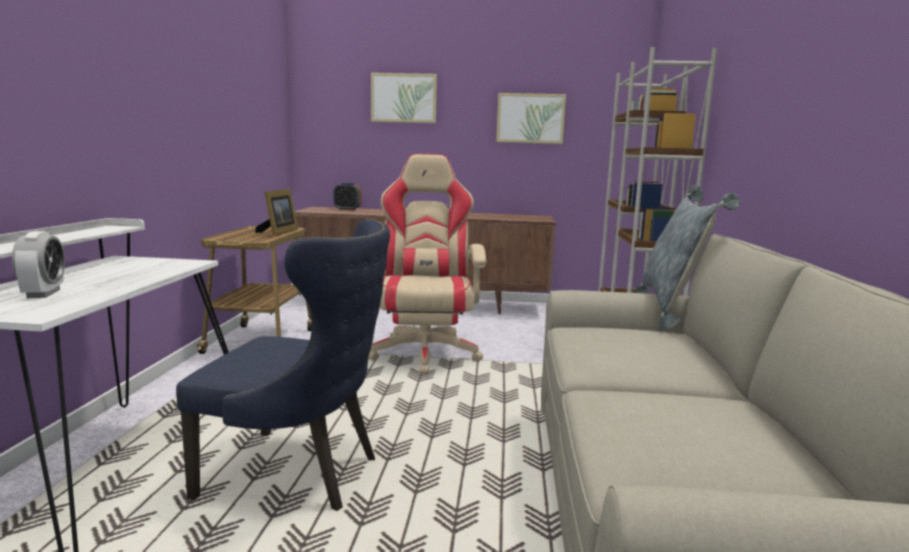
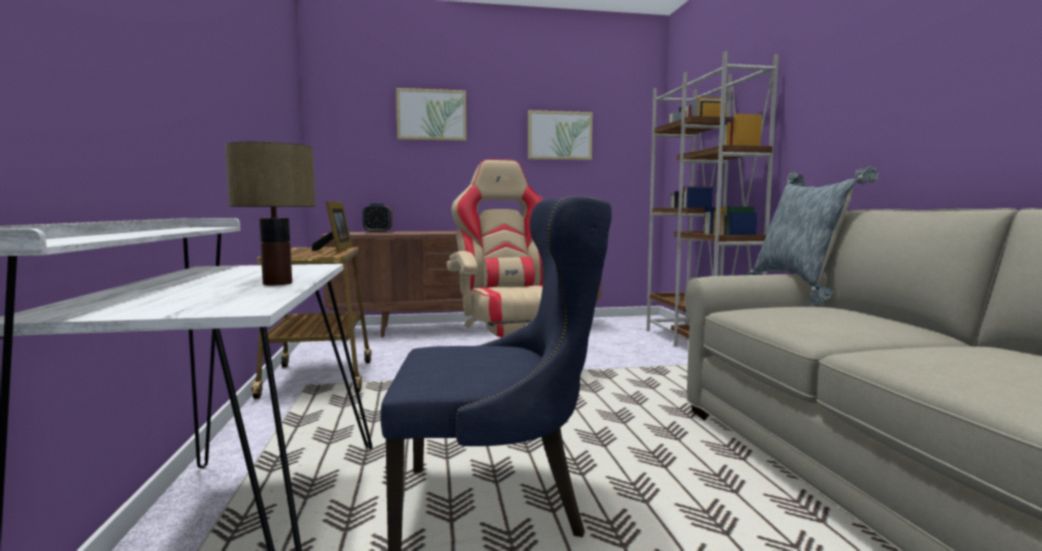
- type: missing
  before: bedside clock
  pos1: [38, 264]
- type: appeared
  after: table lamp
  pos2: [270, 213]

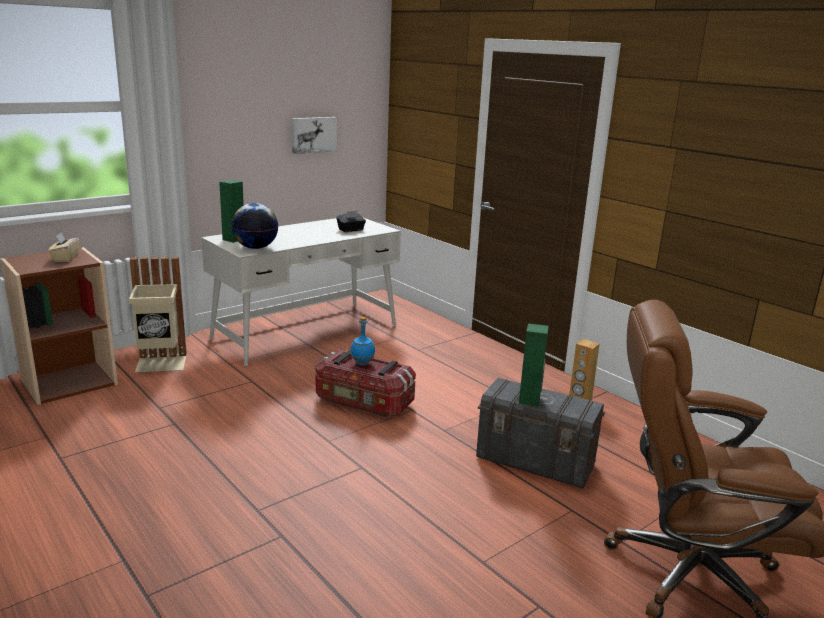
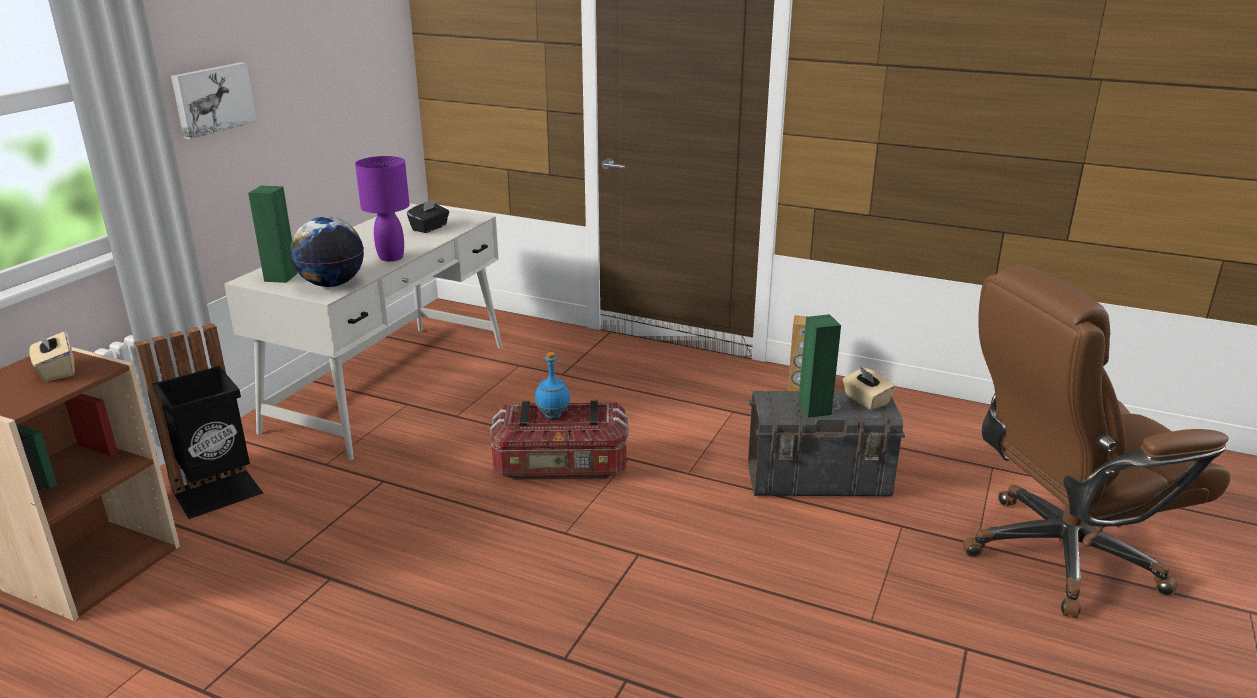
- type: appeared
  after: purplish table lamp
  pos2: [382, 208]
- type: appeared
  after: sand-coloured box of tissues
  pos2: [869, 388]
- type: relocated
  before: wall art
  pos1: [314, 135]
  pos2: [214, 100]
- type: colour
  before: sand-coloured waste bin
  after: blackish waste bin
  pos1: [158, 314]
  pos2: [199, 421]

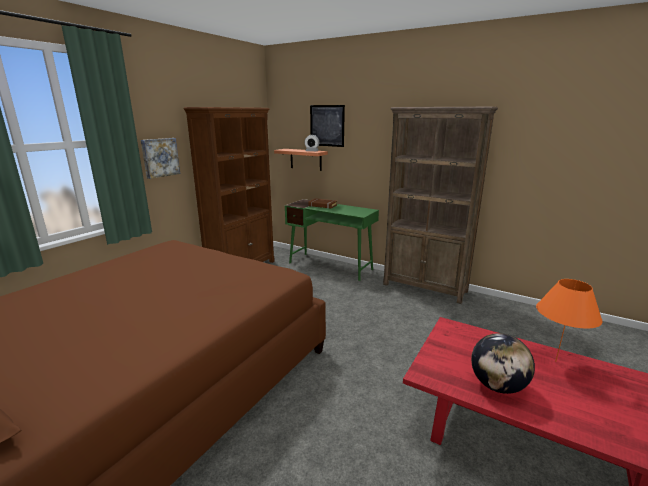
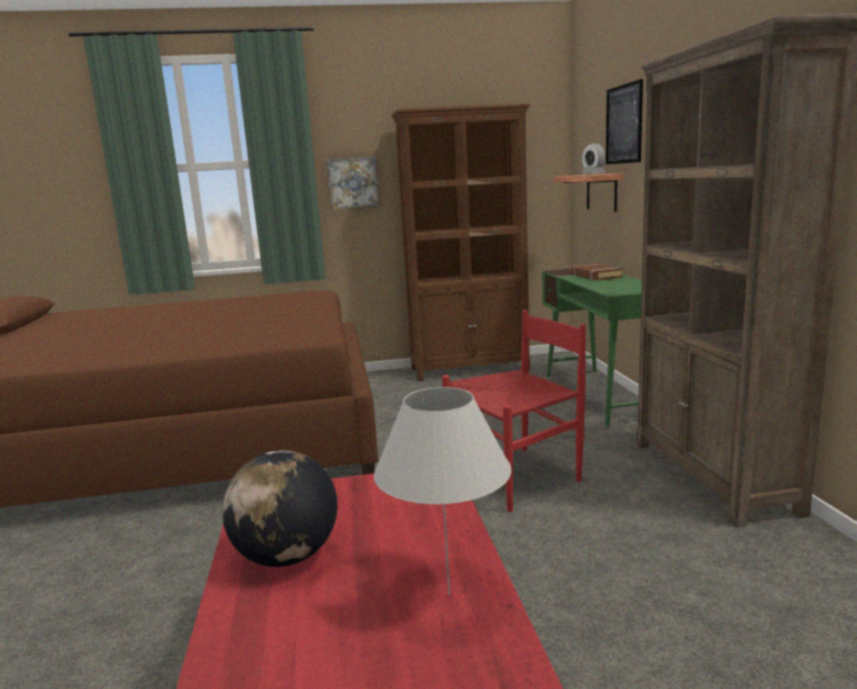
- type: appeared
  after: red plain chair
  pos2: [514, 411]
- type: colour
  before: orange-coloured table lamp
  after: white table lamp
  pos1: [569, 320]
  pos2: [443, 491]

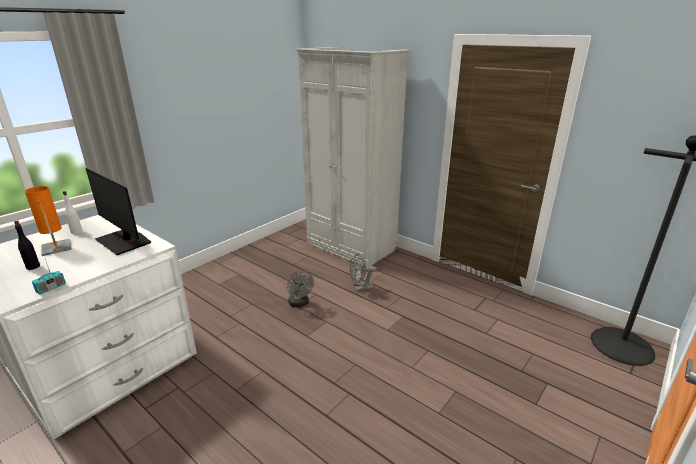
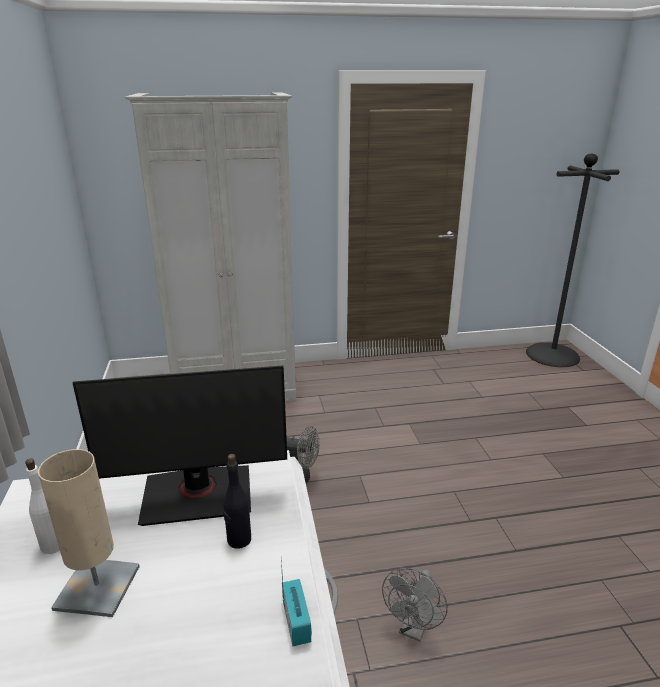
- type: relocated
  before: blackish bottle
  pos1: [27, 245]
  pos2: [237, 501]
- type: relocated
  before: grey fan
  pos1: [363, 272]
  pos2: [415, 605]
- type: colour
  before: orange-coloured table lamp
  after: sand-coloured table lamp
  pos1: [48, 221]
  pos2: [89, 533]

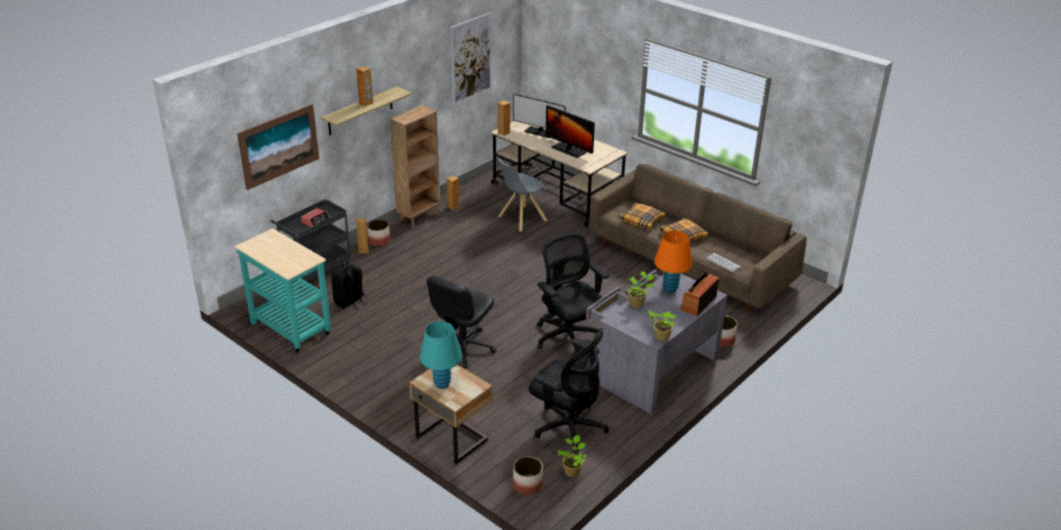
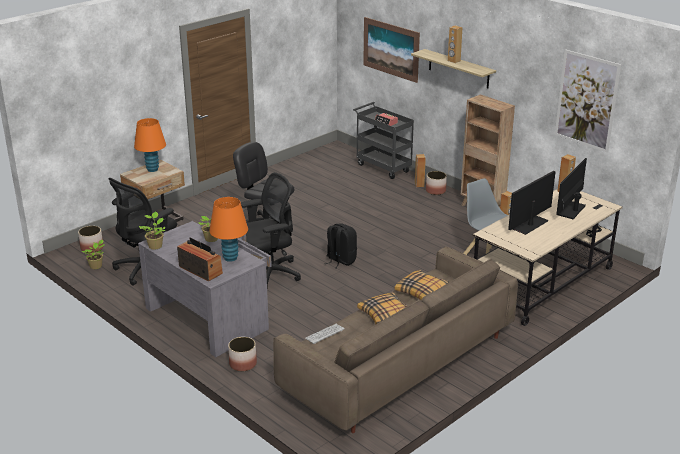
- type: missing
  before: blue-green wheeled cart
  pos1: [283, 290]
- type: relocated
  before: blackish backpack
  pos1: [349, 287]
  pos2: [341, 246]
- type: colour
  before: blue-green table lamp
  after: orange-coloured table lamp
  pos1: [441, 355]
  pos2: [150, 145]

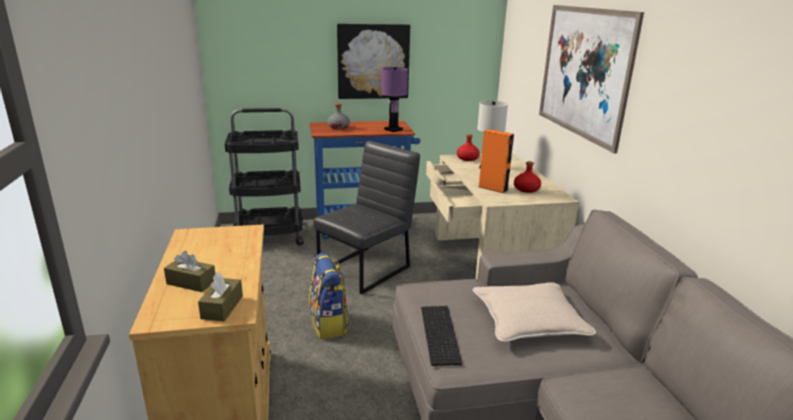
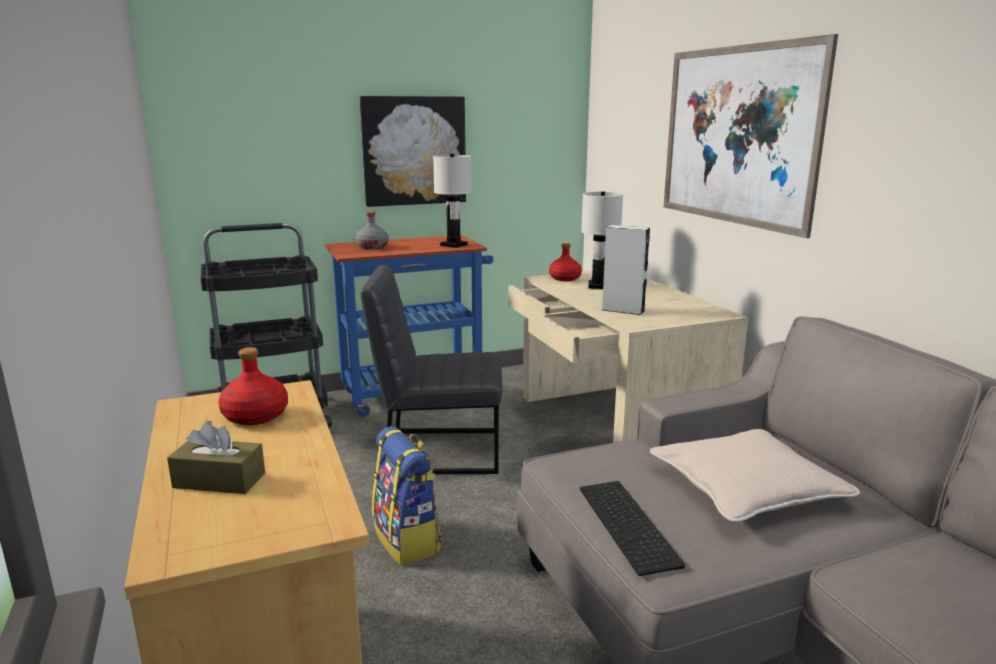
- type: missing
  before: brown-coloured box of tissues
  pos1: [220, 296]
- type: relocated
  before: red bottle
  pos1: [527, 177]
  pos2: [253, 386]
- type: colour
  before: purplish table lamp
  after: white table lamp
  pos1: [394, 99]
  pos2: [452, 201]
- type: colour
  before: orange-coloured audio speaker
  after: grey audio speaker
  pos1: [496, 161]
  pos2: [626, 270]
- type: spun
  before: grey plain chair
  pos1: [366, 217]
  pos2: [431, 369]
  turn: -120

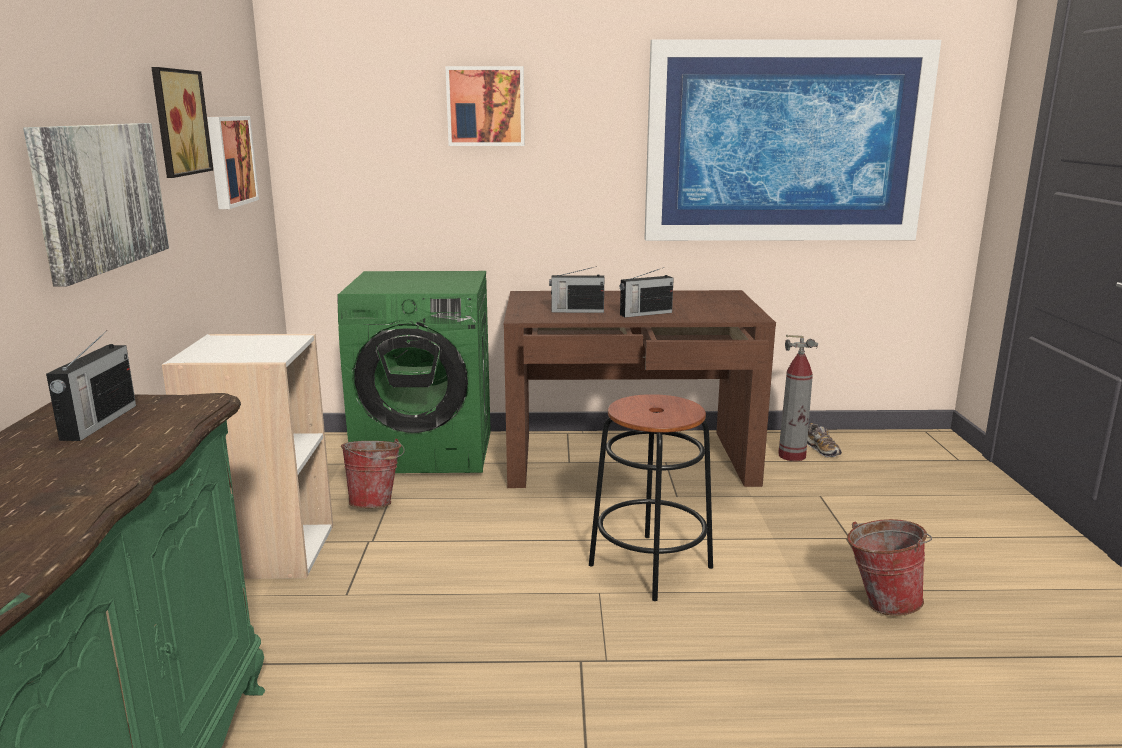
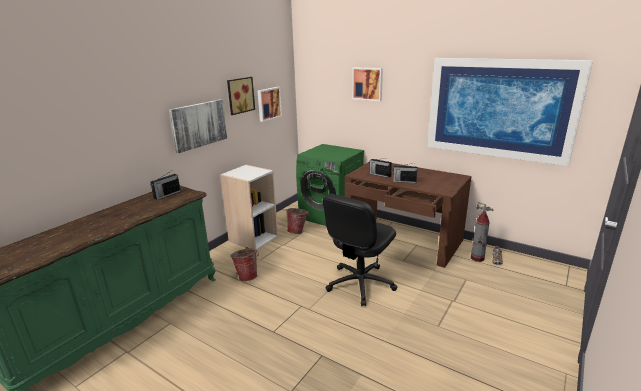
- type: relocated
  before: pail
  pos1: [889, 567]
  pos2: [245, 264]
- type: exchanged
  before: blackish stool
  after: blackish office chair
  pos1: [651, 497]
  pos2: [360, 250]

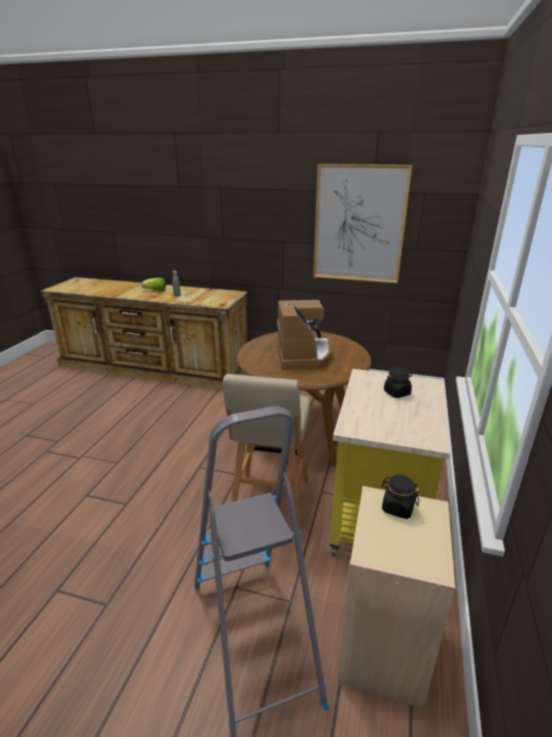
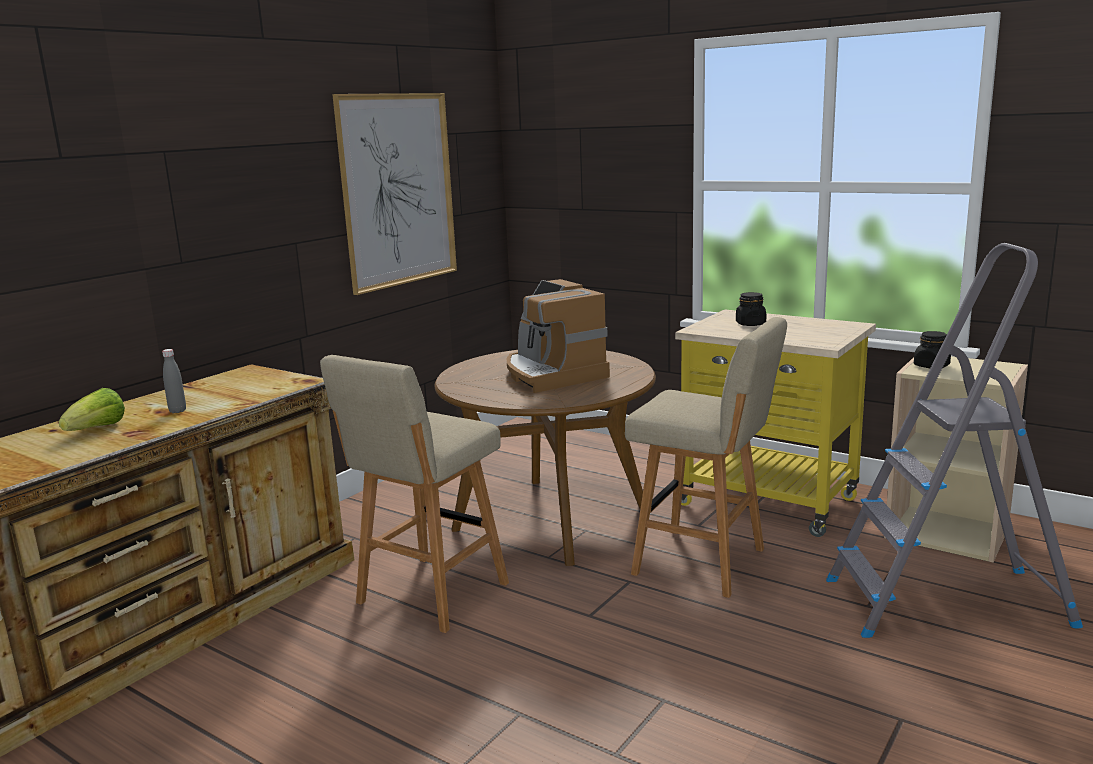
- type: appeared
  after: sand-coloured stool
  pos2: [414, 494]
- type: spun
  before: coffee maker
  pos1: [304, 335]
  pos2: [558, 336]
  turn: -135

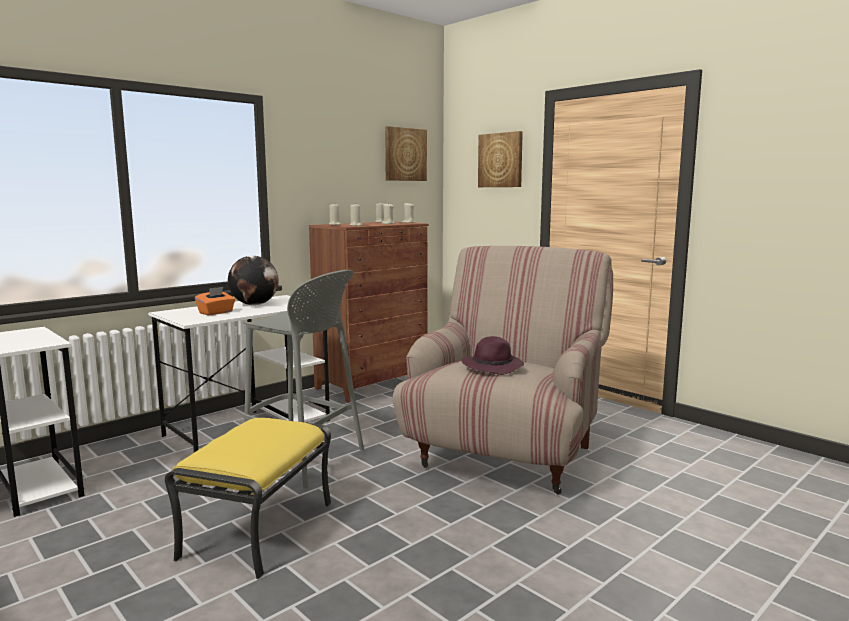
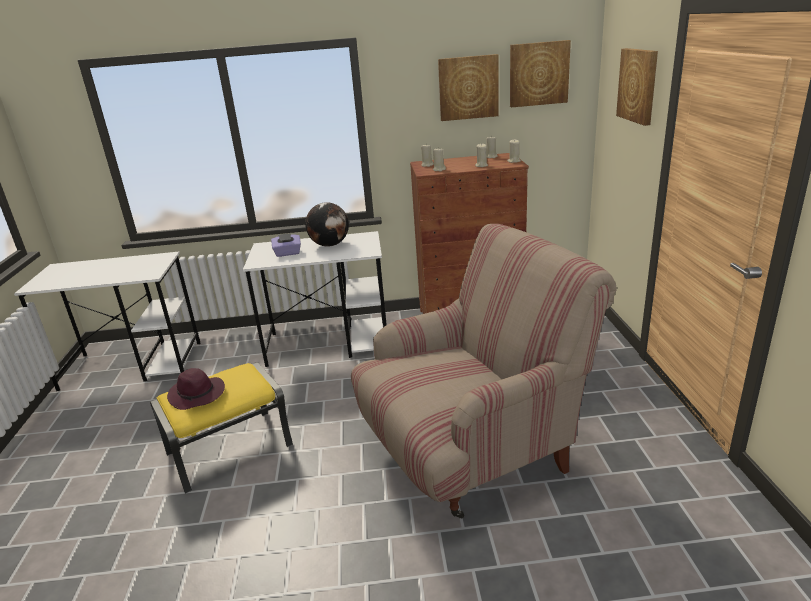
- type: missing
  before: grey stool
  pos1: [303, 379]
- type: appeared
  after: wall art
  pos2: [468, 87]
- type: relocated
  before: purplish wearable hat
  pos1: [493, 355]
  pos2: [196, 389]
- type: colour
  before: orange-coloured box of tissues
  after: purplish box of tissues
  pos1: [215, 301]
  pos2: [286, 245]

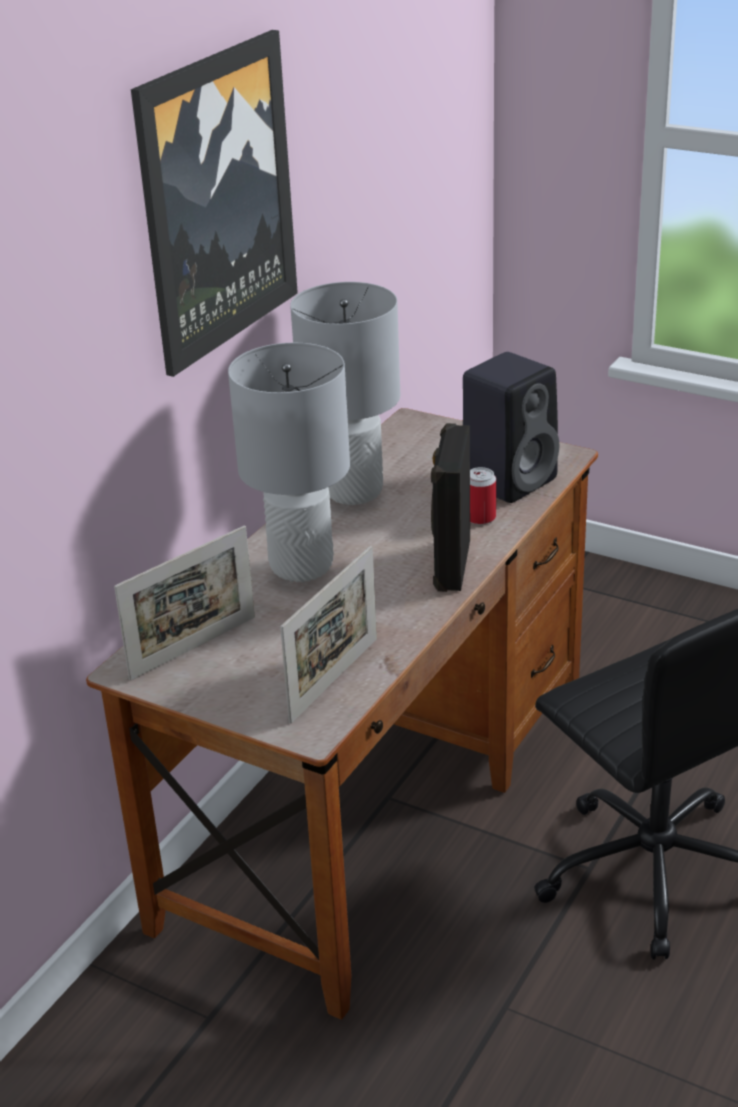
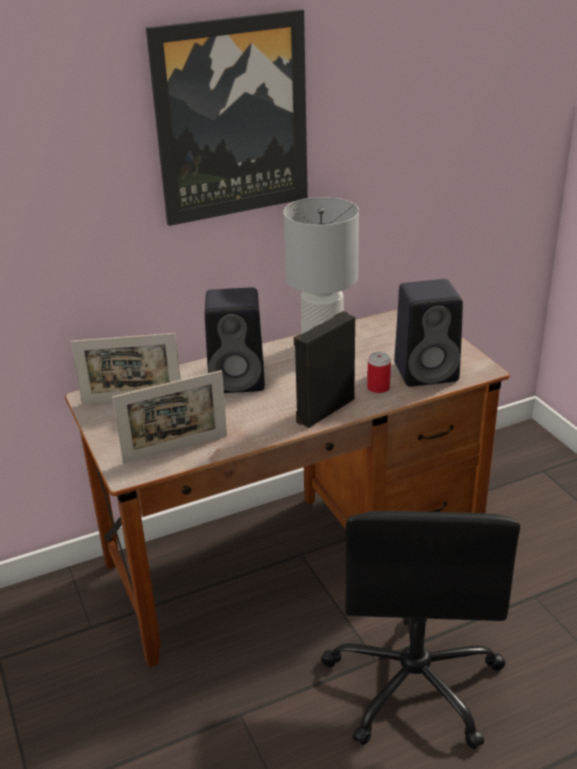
- type: exchanged
  before: grey table lamp
  after: blackish audio speaker
  pos1: [289, 462]
  pos2: [235, 340]

